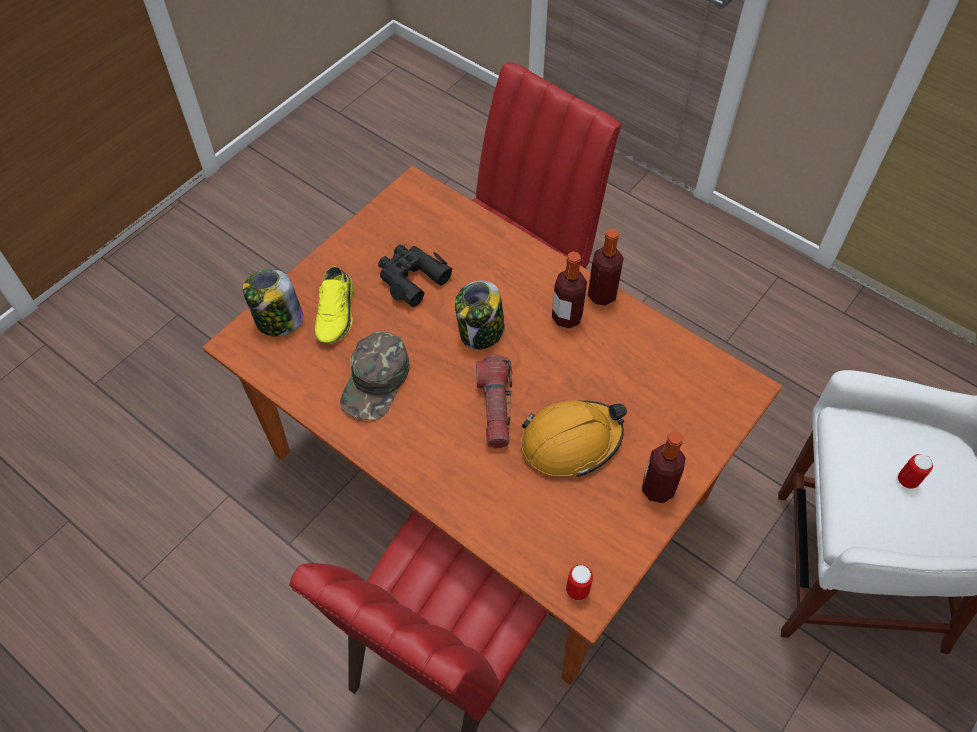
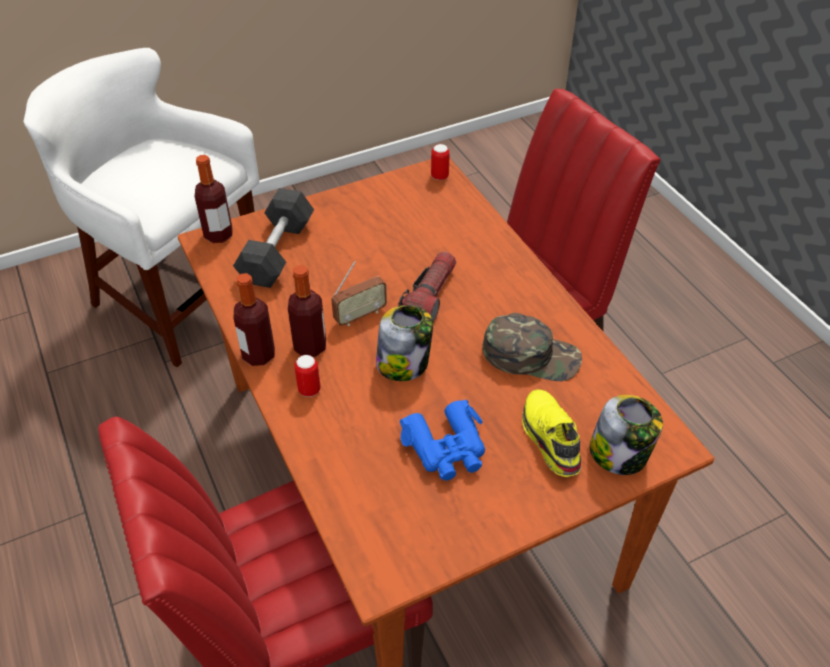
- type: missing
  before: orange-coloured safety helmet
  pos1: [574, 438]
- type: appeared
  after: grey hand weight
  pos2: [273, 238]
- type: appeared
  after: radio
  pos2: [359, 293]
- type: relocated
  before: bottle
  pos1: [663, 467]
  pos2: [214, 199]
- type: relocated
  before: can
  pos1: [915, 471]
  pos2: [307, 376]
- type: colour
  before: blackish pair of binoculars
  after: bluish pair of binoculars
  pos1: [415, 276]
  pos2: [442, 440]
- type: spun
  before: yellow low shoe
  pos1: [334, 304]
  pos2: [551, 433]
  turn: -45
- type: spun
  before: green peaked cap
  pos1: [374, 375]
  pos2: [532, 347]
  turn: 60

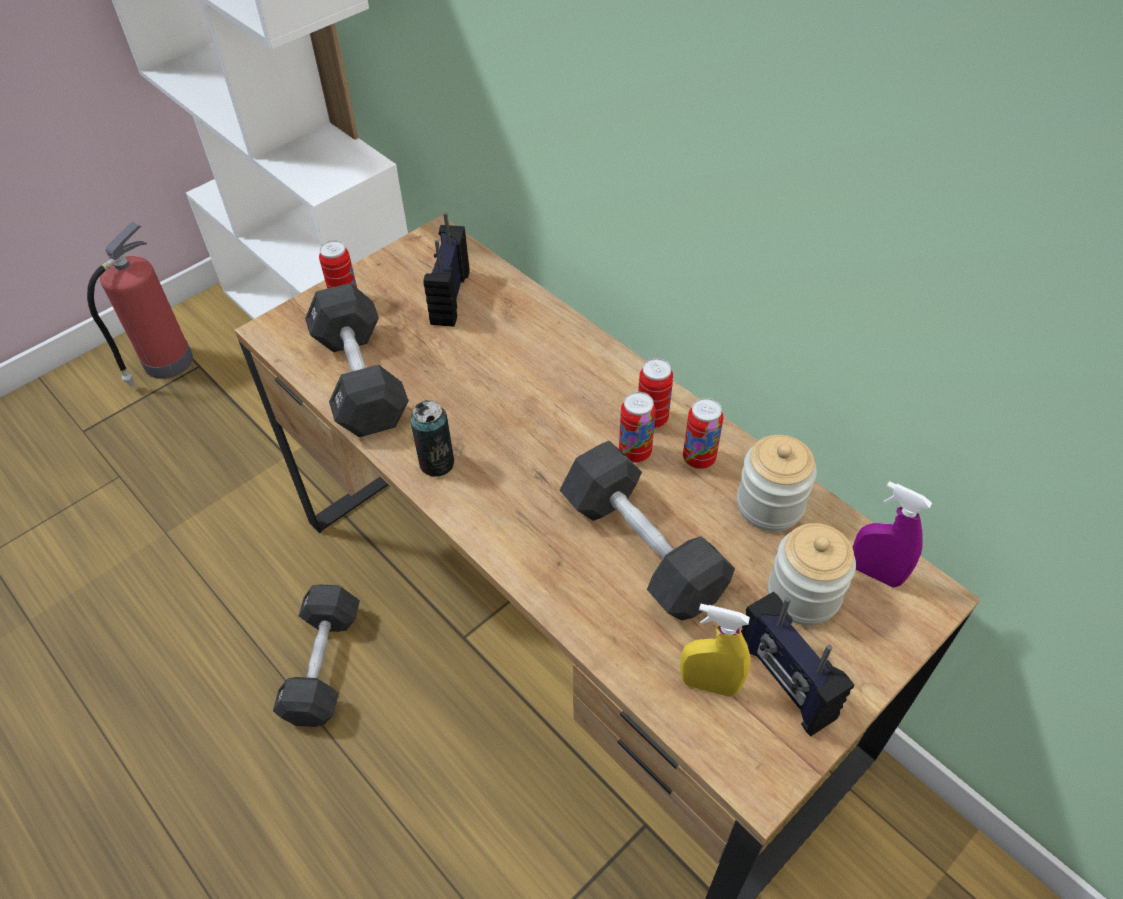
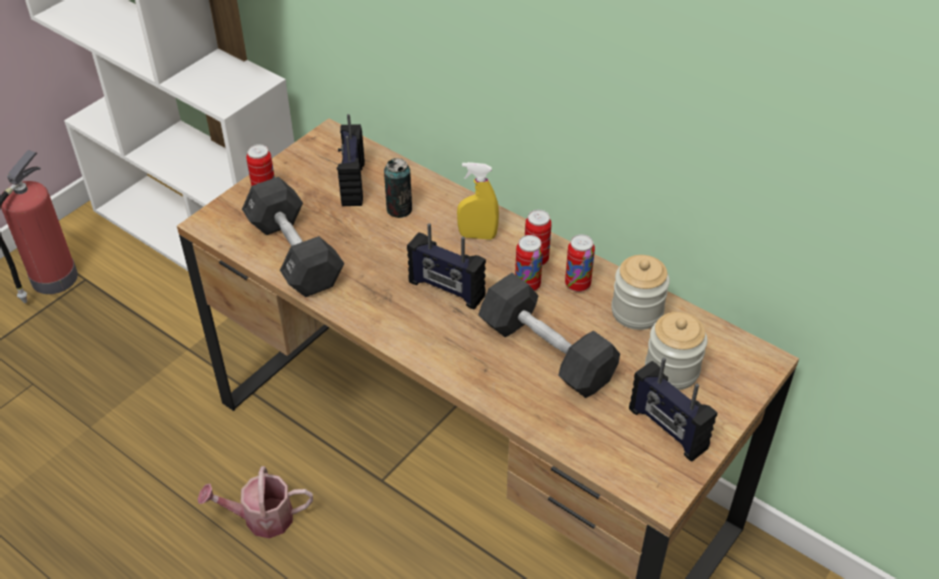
- type: missing
  before: purplish spray bottle
  pos1: [892, 534]
- type: appeared
  after: radio
  pos2: [446, 266]
- type: relocated
  before: can
  pos1: [432, 438]
  pos2: [398, 188]
- type: relocated
  before: yellow spray bottle
  pos1: [715, 650]
  pos2: [478, 201]
- type: exchanged
  before: blackish hand weight
  after: sprinkling can
  pos1: [316, 656]
  pos2: [255, 502]

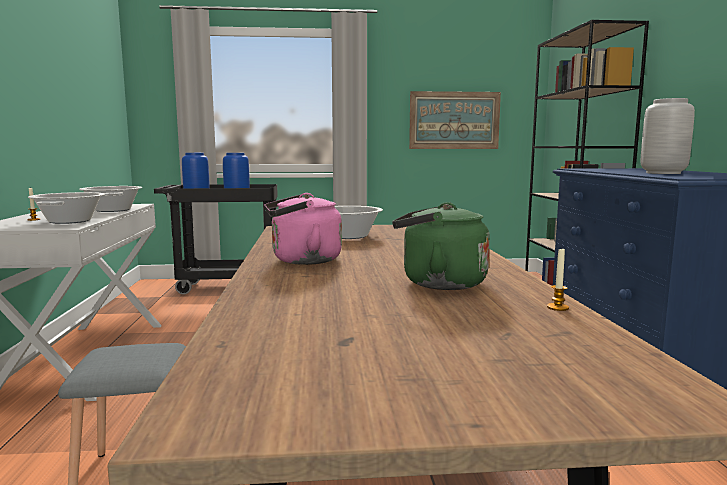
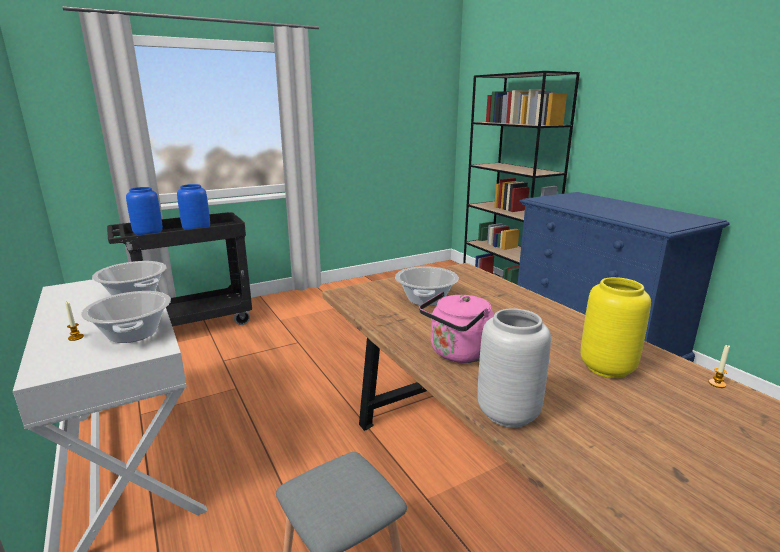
- type: missing
  before: wall art
  pos1: [455, 120]
- type: relocated
  before: grey decorative vase
  pos1: [668, 136]
  pos2: [514, 368]
- type: exchanged
  before: green tea kettle
  after: yellow decorative vase
  pos1: [441, 246]
  pos2: [615, 327]

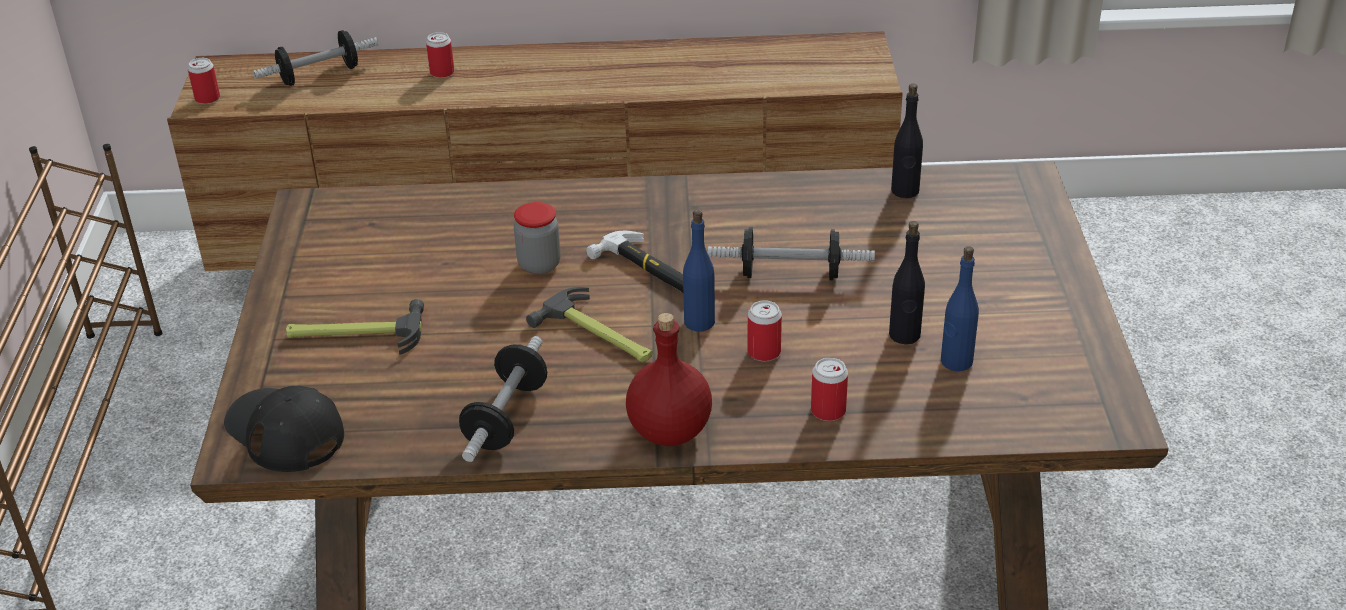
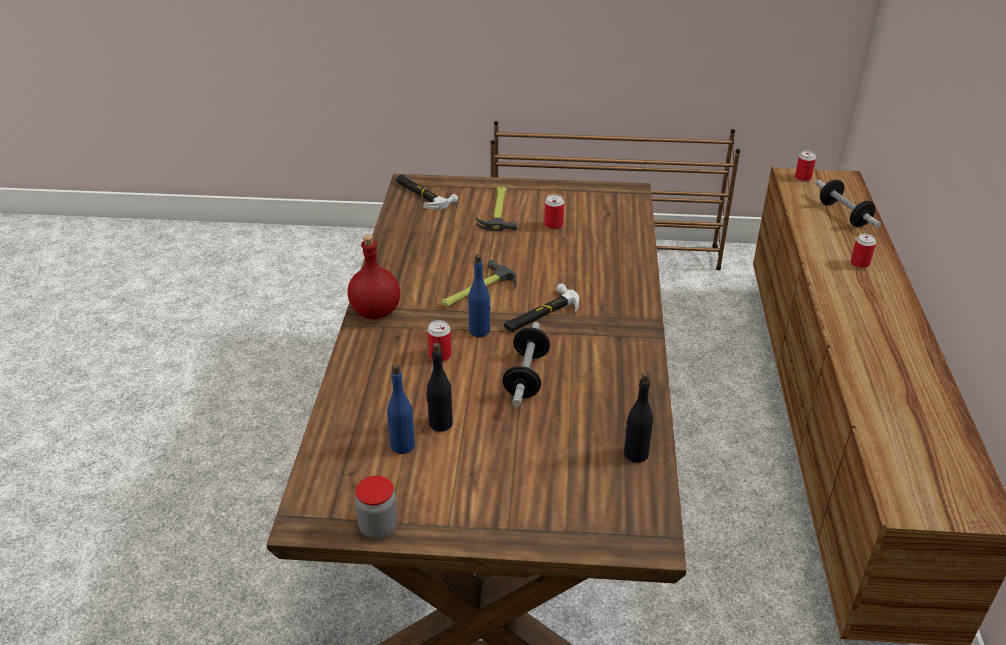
- type: missing
  before: hand weight
  pos1: [503, 399]
- type: relocated
  before: preserve jar
  pos1: [537, 238]
  pos2: [376, 507]
- type: relocated
  before: can
  pos1: [829, 389]
  pos2: [554, 212]
- type: exchanged
  before: blackish peaked cap
  after: hand hammer
  pos1: [284, 428]
  pos2: [427, 192]

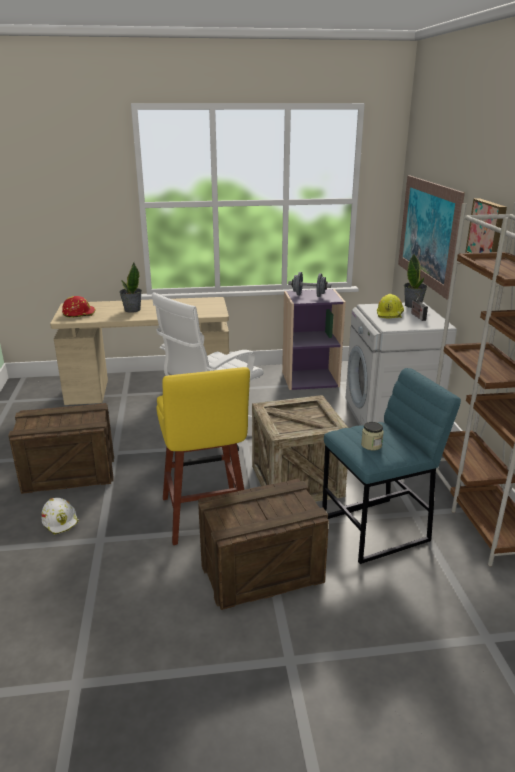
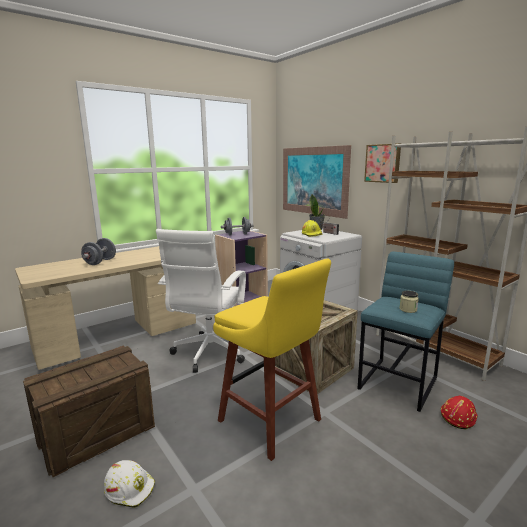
- type: missing
  before: packing crate
  pos1: [263, 544]
- type: relocated
  before: red safety helmet
  pos1: [79, 306]
  pos2: [459, 412]
- type: exchanged
  before: plant in a pot
  after: grey hand weight
  pos1: [130, 288]
  pos2: [98, 251]

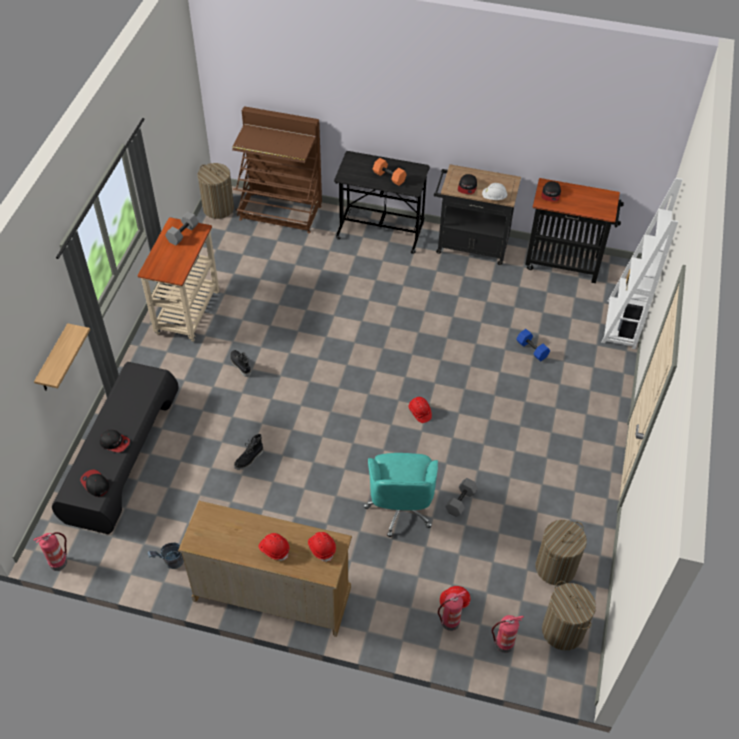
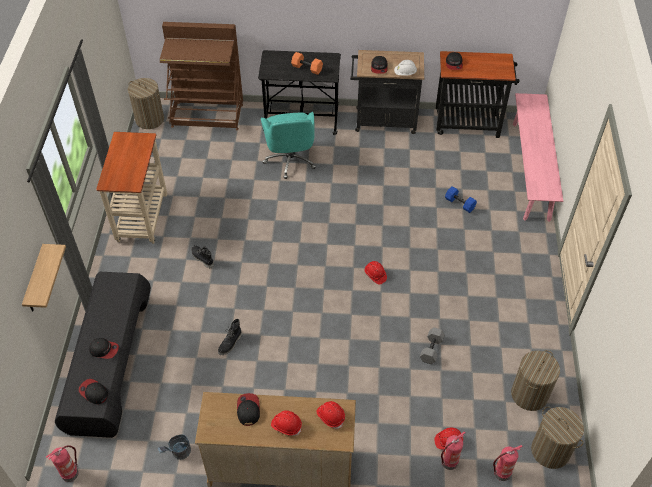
- type: missing
  before: grey hand weight
  pos1: [182, 228]
- type: appeared
  after: peaked cap
  pos2: [248, 409]
- type: relocated
  before: blue-green office chair
  pos1: [401, 495]
  pos2: [288, 145]
- type: exchanged
  before: white bookcase
  after: pinkish indoor bench
  pos1: [641, 263]
  pos2: [537, 157]

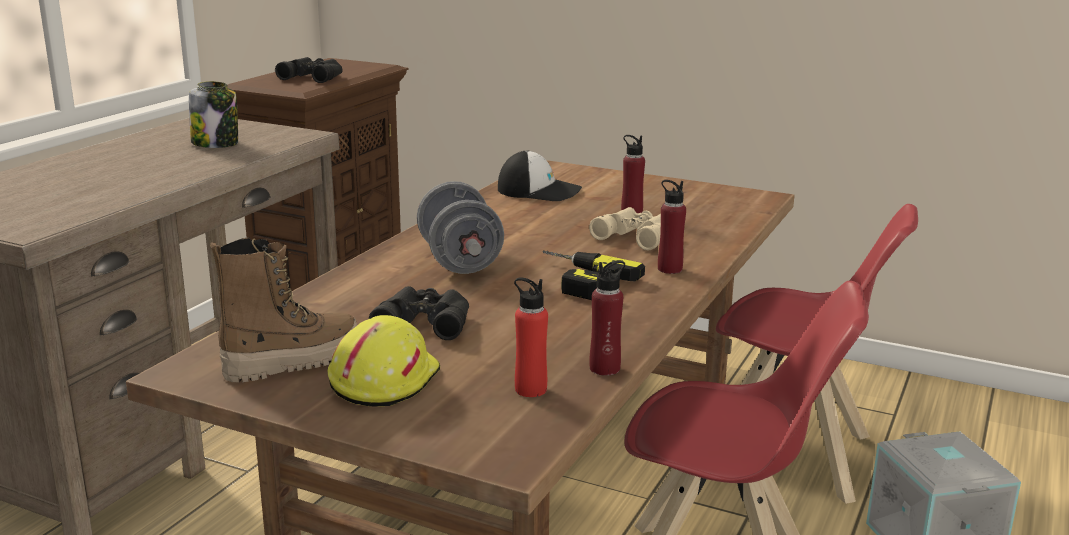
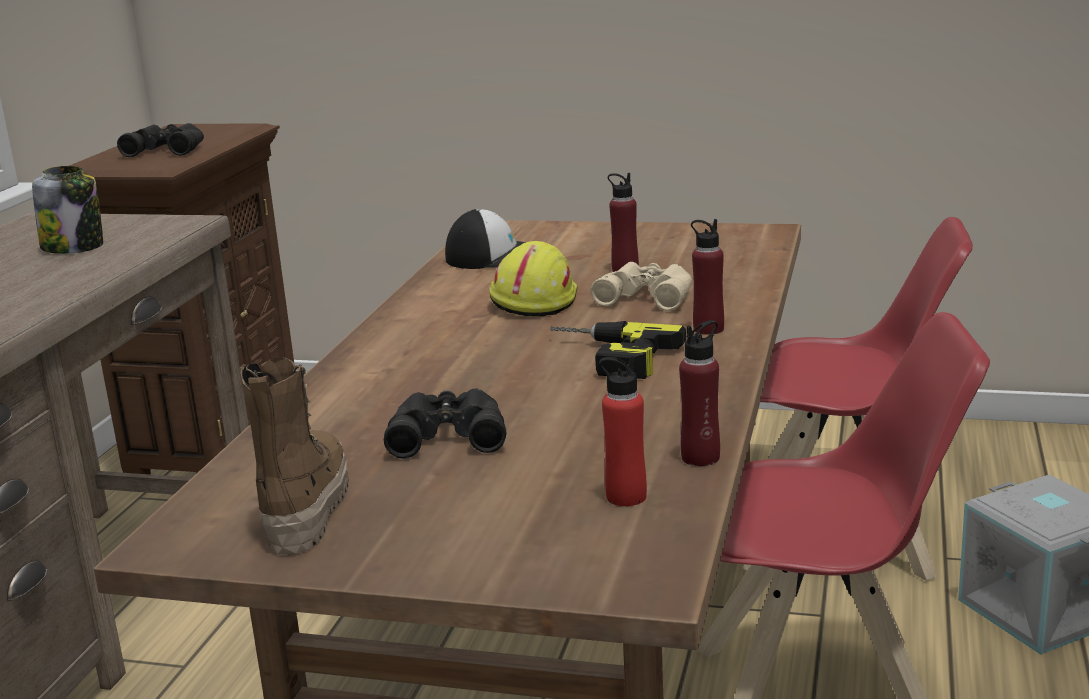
- type: missing
  before: grey hand weight
  pos1: [460, 227]
- type: relocated
  before: yellow safety helmet
  pos1: [384, 361]
  pos2: [533, 278]
- type: spun
  before: tall boot
  pos1: [283, 309]
  pos2: [294, 455]
  turn: -45

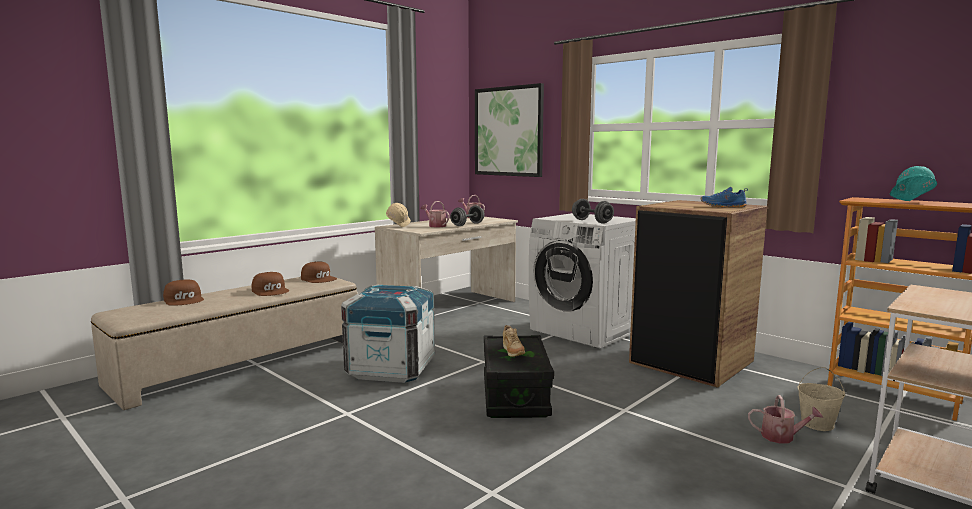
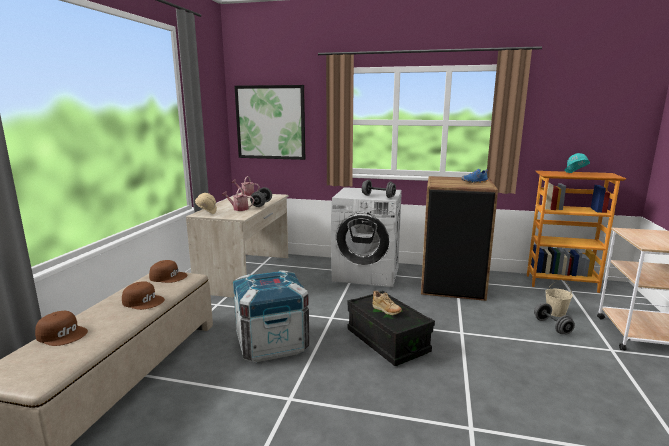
- type: exchanged
  before: sprinkling can
  after: grey hand weight
  pos1: [785, 419]
  pos2: [554, 318]

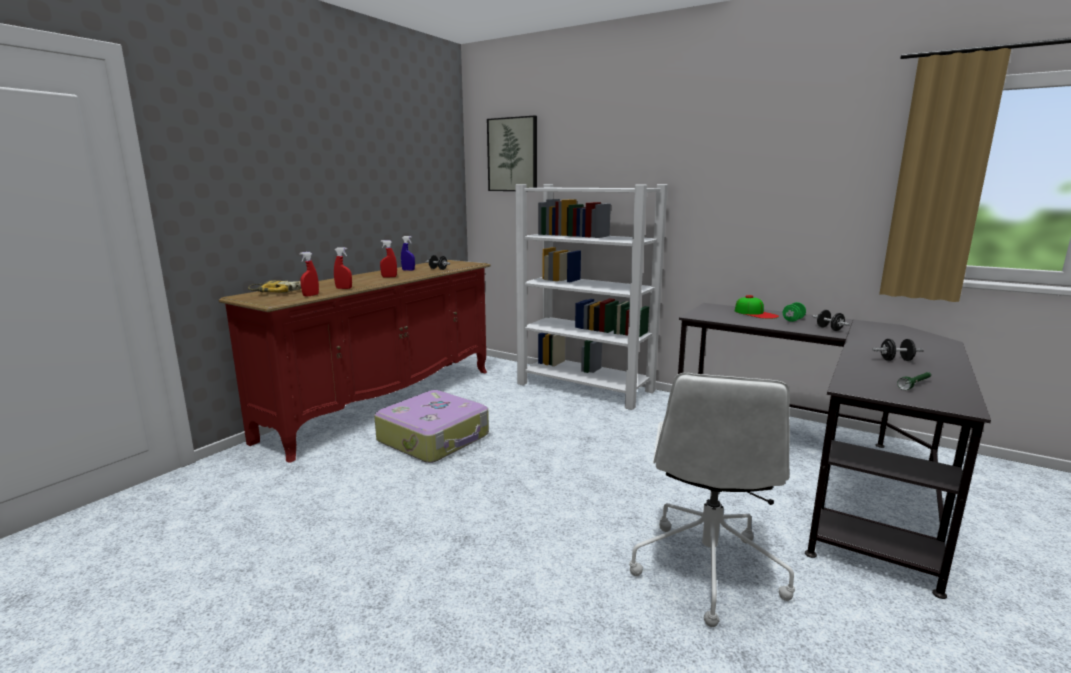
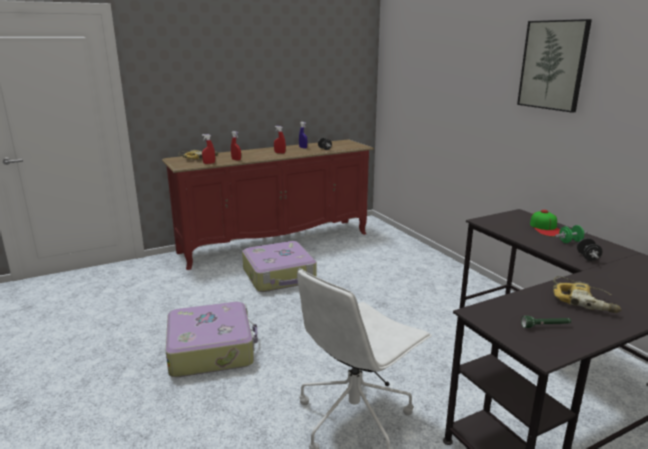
- type: missing
  before: white bookcase
  pos1: [592, 297]
- type: appeared
  after: travel case
  pos2: [212, 339]
- type: relocated
  before: wall art
  pos1: [512, 153]
  pos2: [554, 66]
- type: exchanged
  before: blackish hand weight
  after: power drill
  pos1: [897, 350]
  pos2: [587, 294]

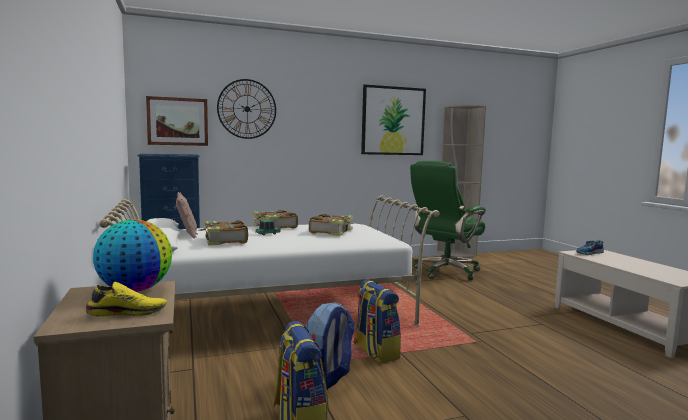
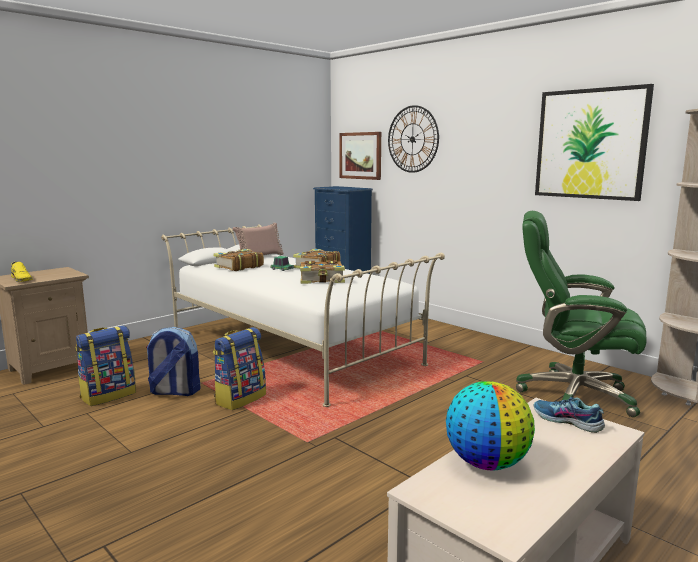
- type: relocated
  before: globe
  pos1: [132, 256]
  pos2: [490, 426]

